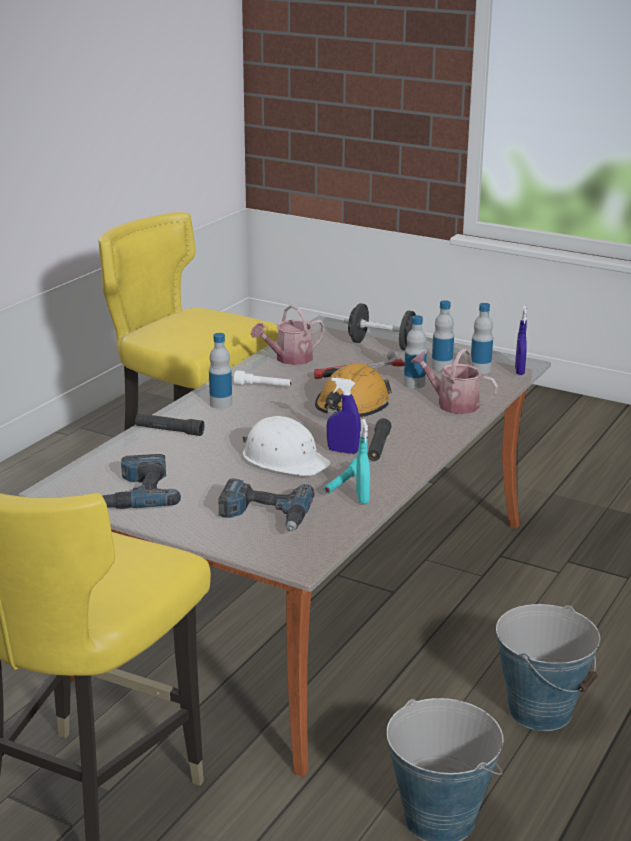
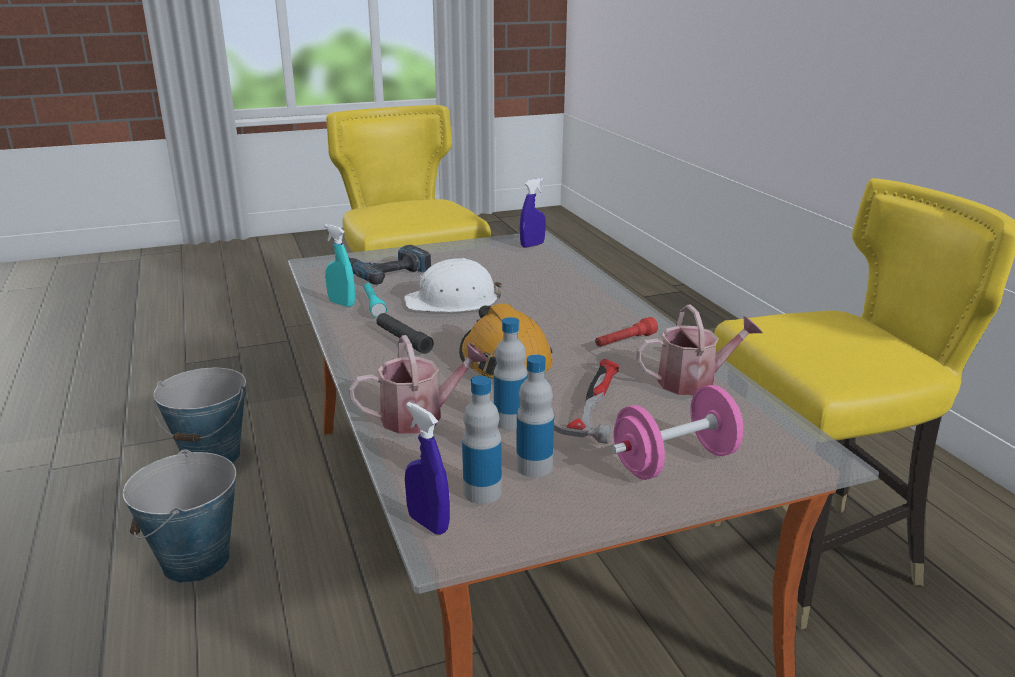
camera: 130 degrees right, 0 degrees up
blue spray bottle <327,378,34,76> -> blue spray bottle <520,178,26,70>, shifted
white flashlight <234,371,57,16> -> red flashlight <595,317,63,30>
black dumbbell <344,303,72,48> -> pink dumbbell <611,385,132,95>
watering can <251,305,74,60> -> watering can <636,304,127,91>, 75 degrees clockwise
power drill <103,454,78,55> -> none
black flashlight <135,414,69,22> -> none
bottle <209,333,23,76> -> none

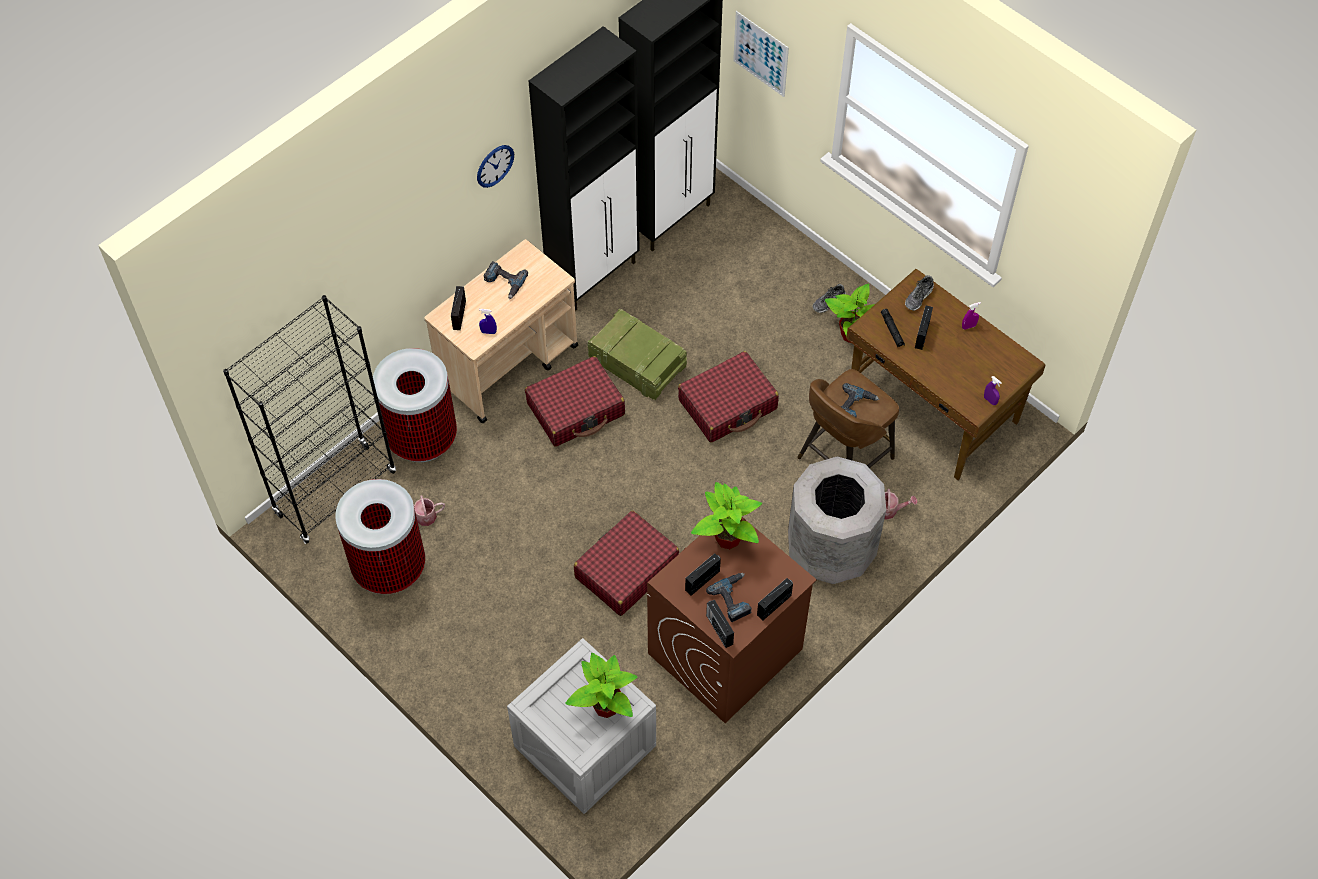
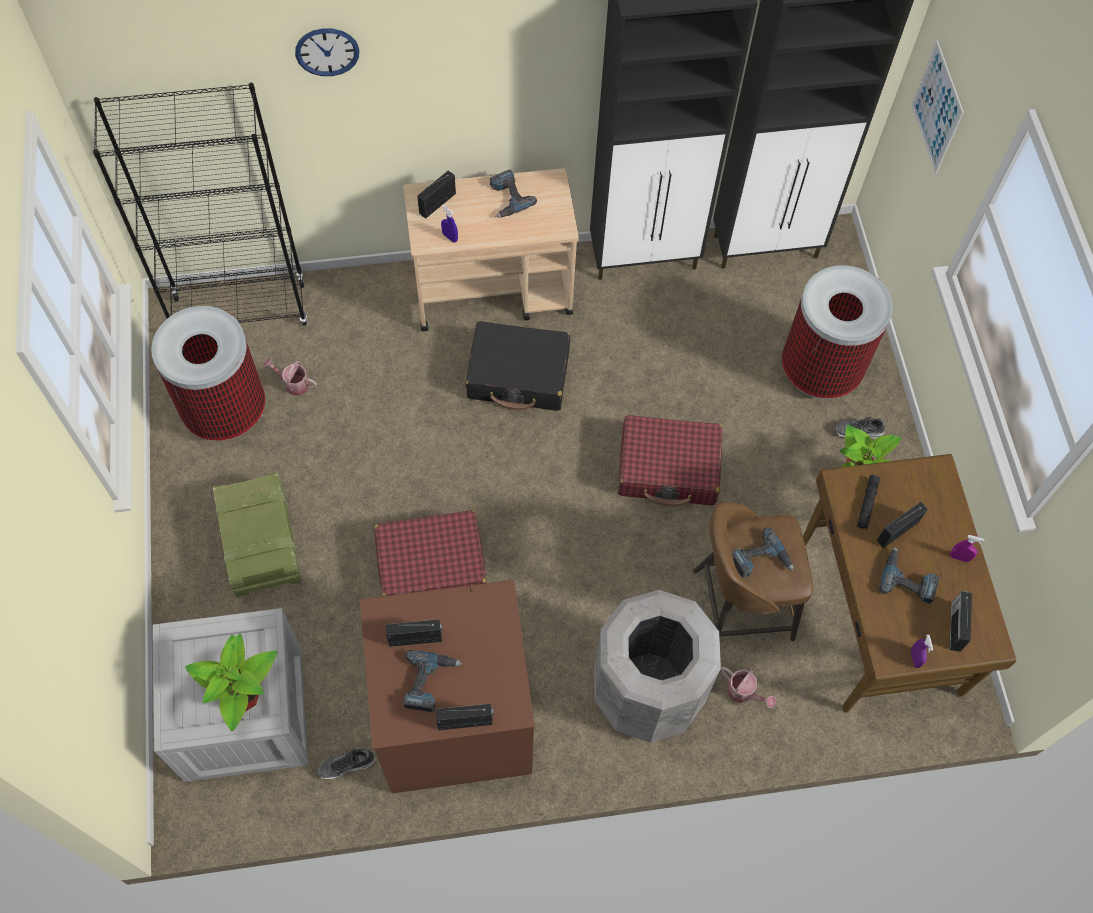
camera: 35 degrees right, 5 degrees up
crate <588,309,99,91> -> crate <213,472,89,126>, shifted
wall clock <477,145,37,43> -> wall clock <295,28,64,48>, shifted
shoe <905,275,29,36> -> shoe <318,749,57,30>, shifted
red suitcase <525,356,100,91> -> black suitcase <466,321,104,90>
trash can <373,348,84,114> -> trash can <782,265,111,134>, shifted
none -> power drill <879,547,61,57>
radio <706,600,28,48> -> radio <950,591,22,61>, shifted
potted plant <691,482,71,67> -> none

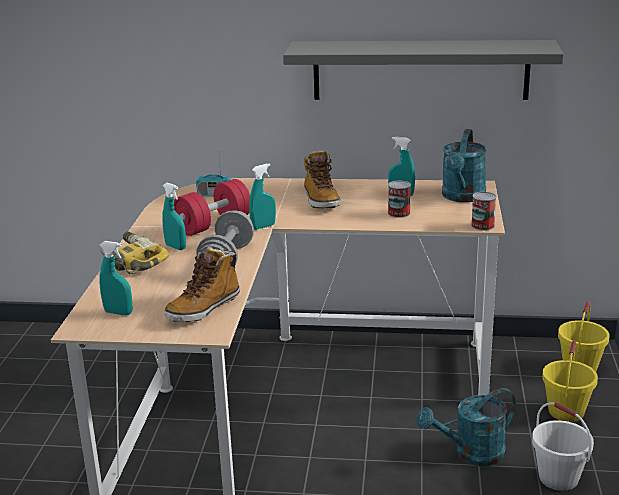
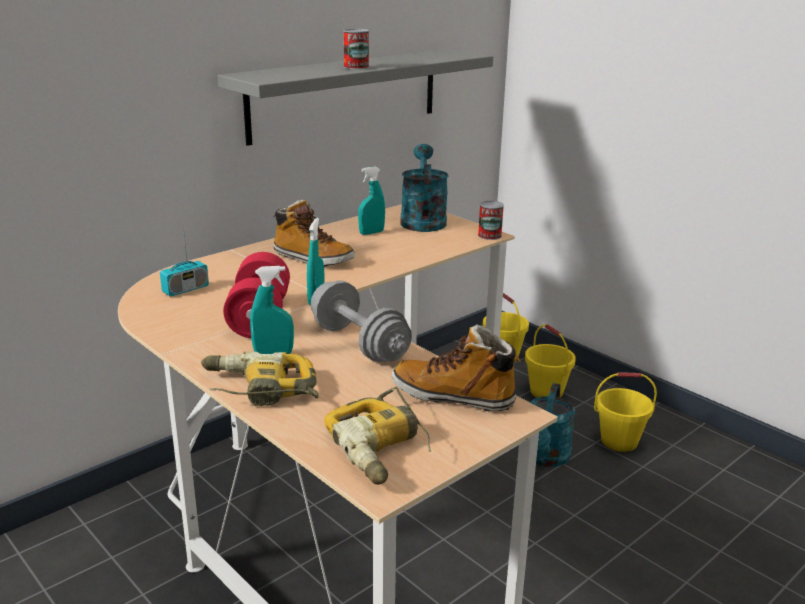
camera: 50 degrees left, 0 degrees up
turquoise spray bottle <99,241,33,75> -> power drill <324,387,107,98>
can <388,180,23,38> -> can <343,29,26,40>, shifted
boot <164,246,76,76> -> boot <392,324,129,87>, 120 degrees clockwise
turquoise watering can <442,129,45,73> -> turquoise watering can <400,144,48,88>, 150 degrees counterclockwise
white bucket <532,402,62,89> -> yellow bucket <594,372,63,80>

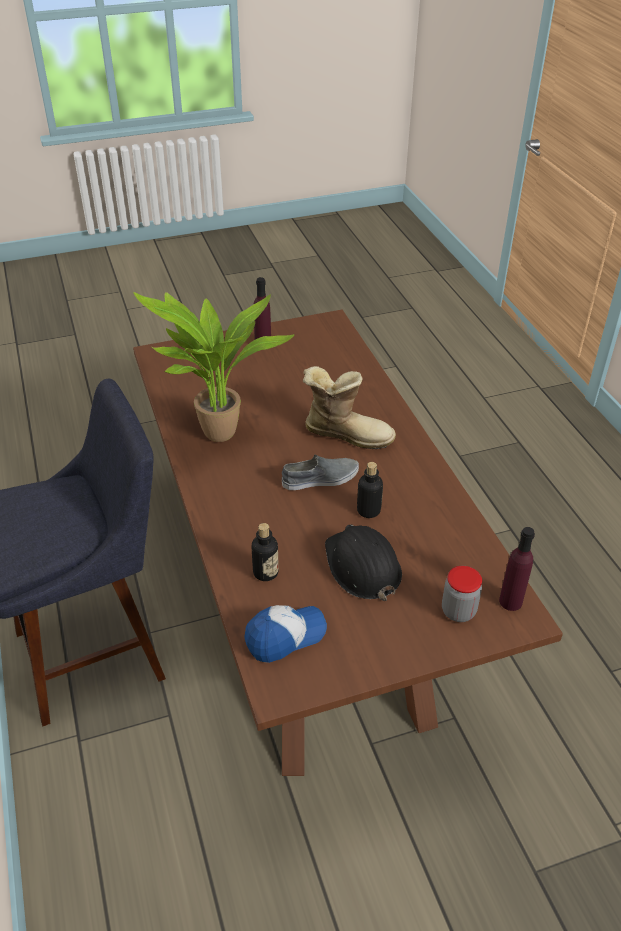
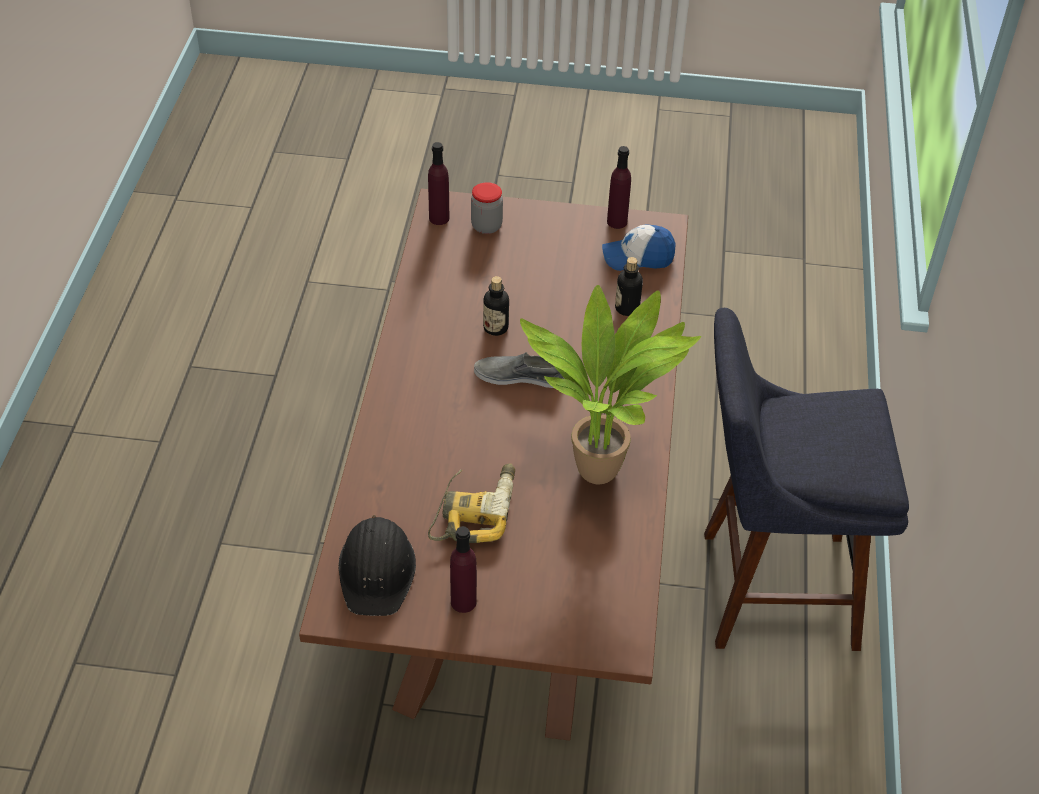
camera: 155 degrees left, 5 degrees up
black hard hat <325,525,77,76> -> black hard hat <339,515,77,101>, shifted
none -> power drill <428,463,87,80>
none -> purple bottle <607,146,24,83>
boot <303,366,93,83> -> none

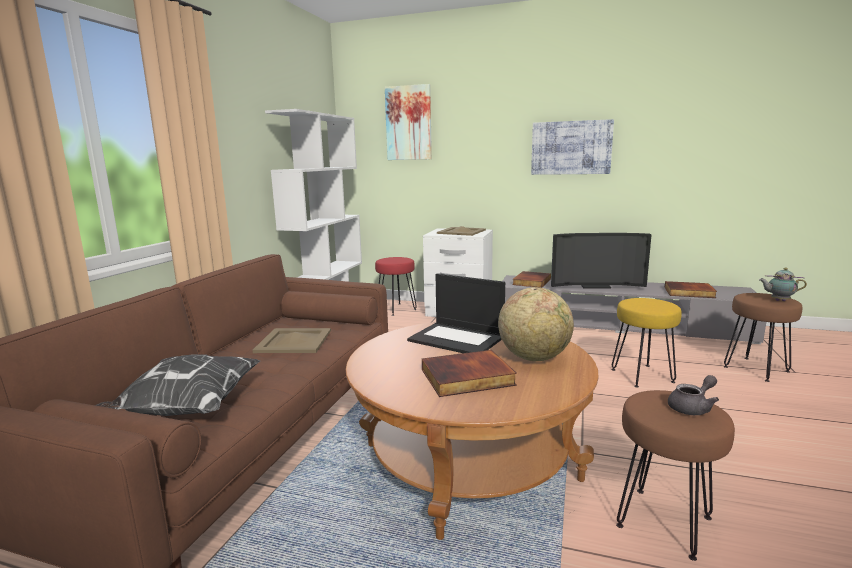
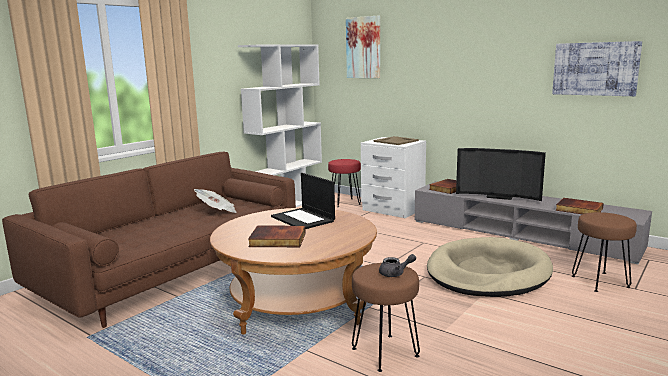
camera: 20 degrees right, 0 degrees up
beige tray <253,328,78,25> -> newspaper <194,189,43,24>
yellow stool <611,298,71,90> -> beige dog bed <427,237,126,60>
picture <531,119,83,56> -> picture <552,41,90,55>, shifted
pillow <95,355,166,61> -> none
globe <498,287,76,74> -> none
teapot <759,268,48,33> -> none

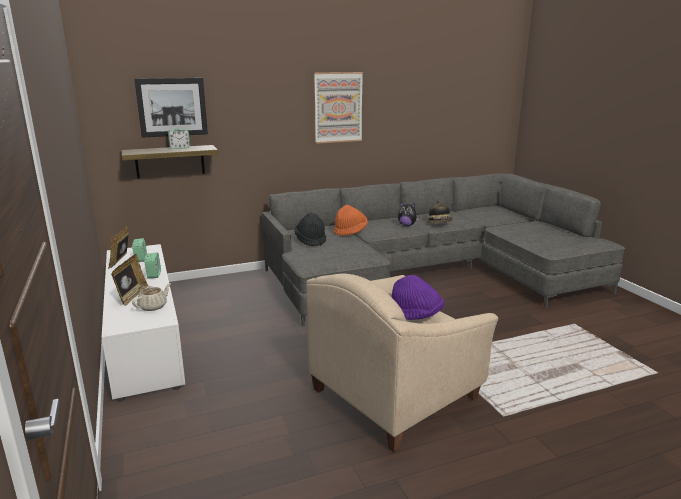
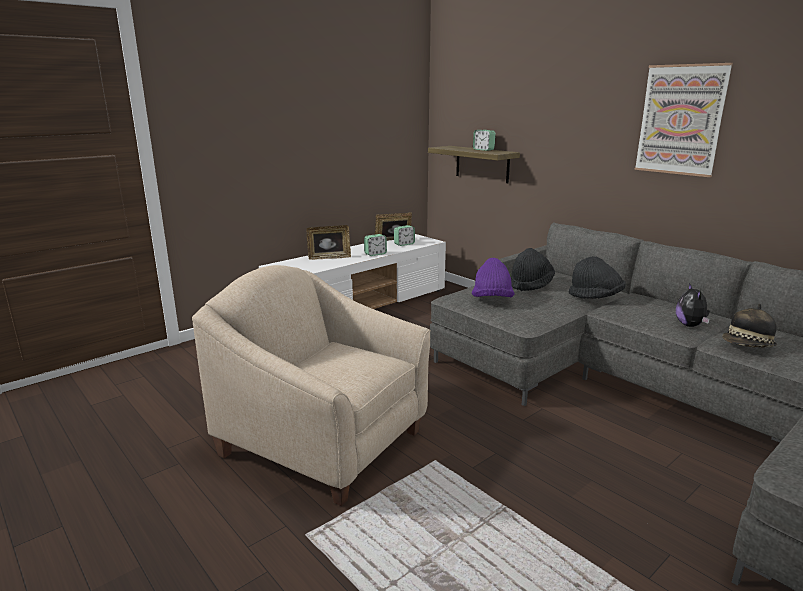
camera: 70 degrees right, 0 degrees up
purple hat <392,275,52,45> -> purple hat <472,258,43,40>, shifted
orange hat <334,205,34,31> -> black hat <569,256,56,43>
beige teapot <132,283,39,28> -> none
picture <134,78,74,60> -> none

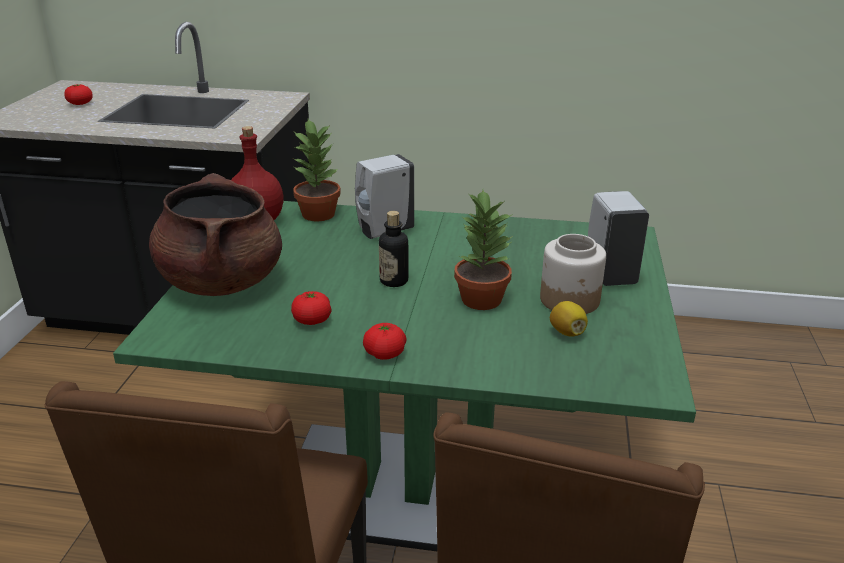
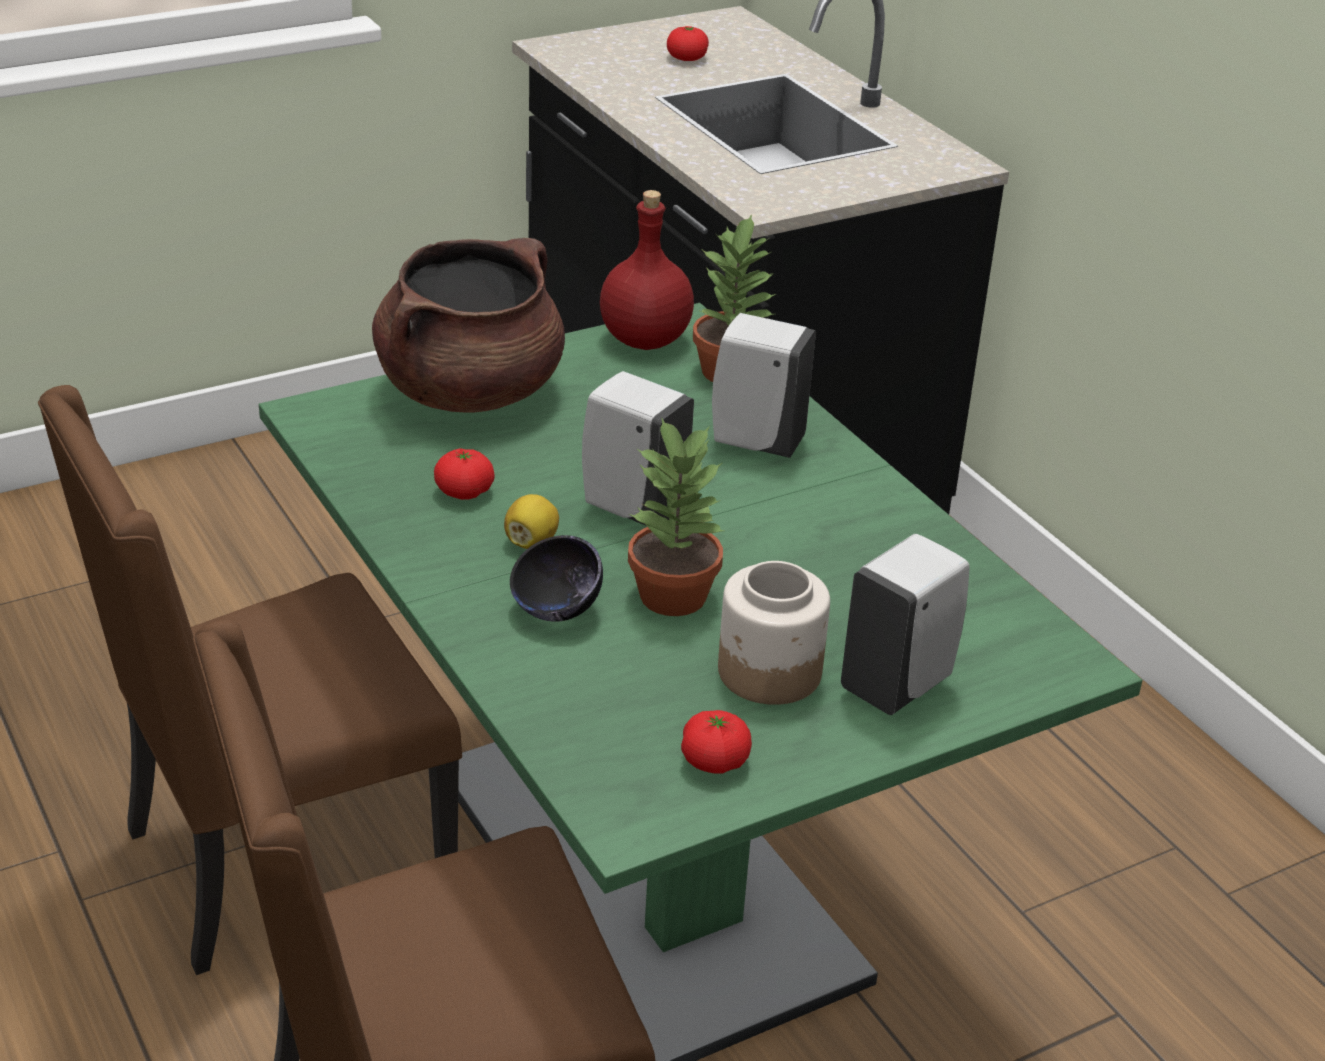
camera: 50 degrees right, 5 degrees up
lemon <550,301,38,36> -> lemon <504,494,55,55>, shifted
none -> black bowl <510,535,93,87>
bottle <379,211,30,76> -> white soap dispenser <582,371,112,155>
tomato <363,323,43,37> -> tomato <681,710,71,64>, shifted

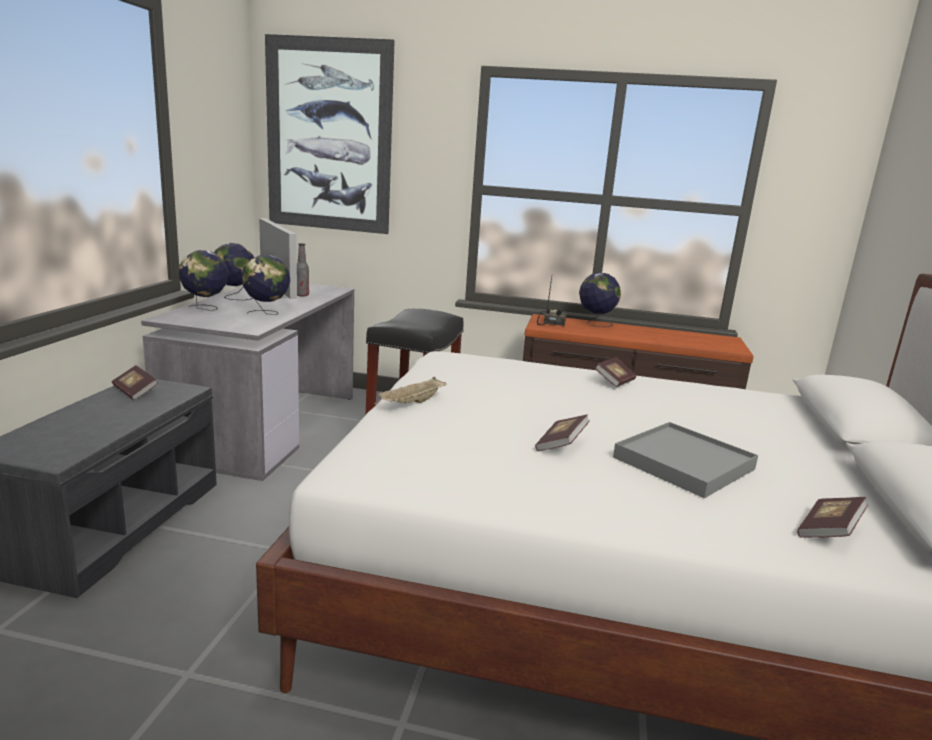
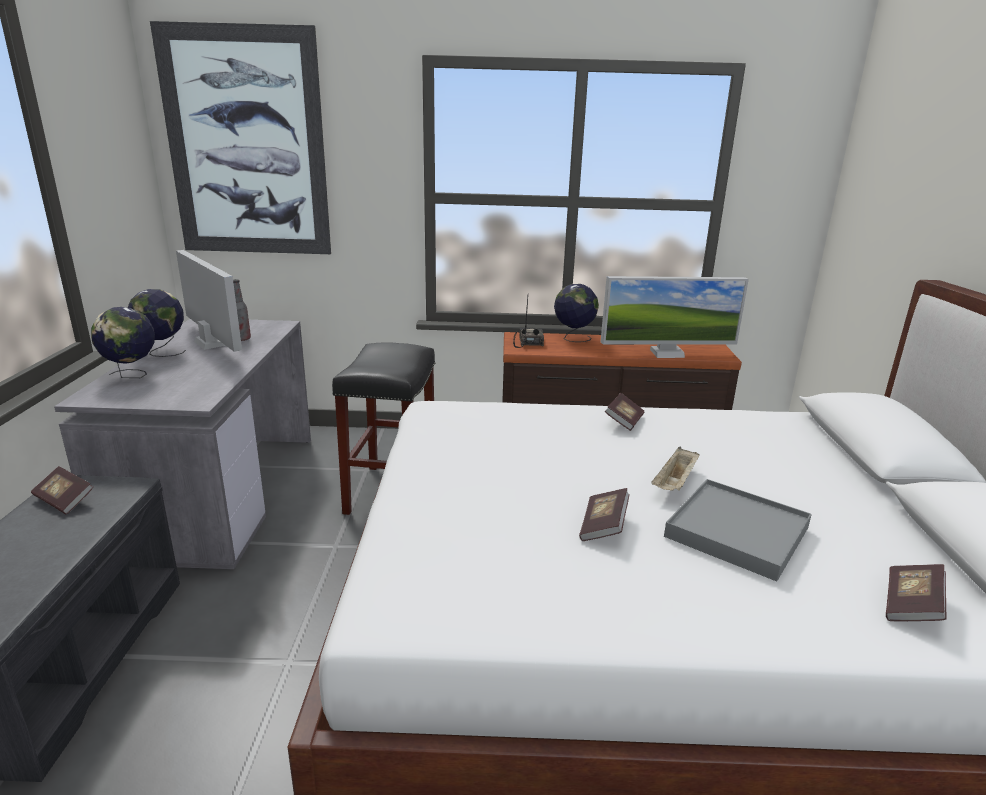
camera: 10 degrees left, 5 degrees up
none -> monitor <601,276,148,82>
beige tray <378,377,68,26> -> beige tray <651,447,49,44>, shifted
globe <242,255,48,60> -> none

